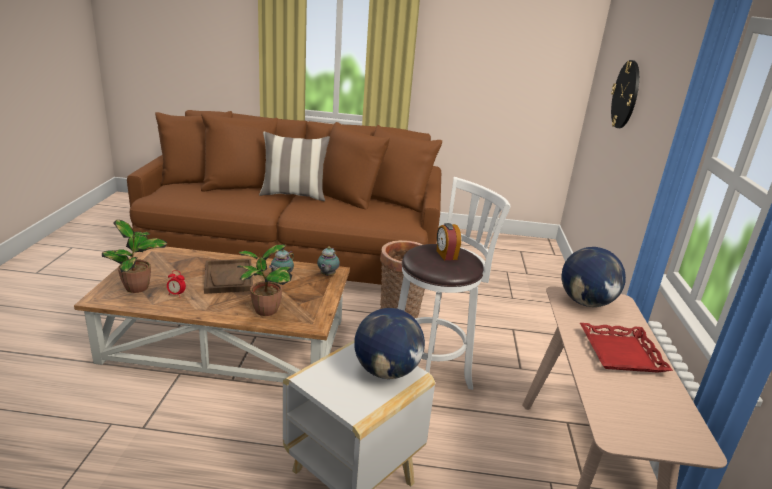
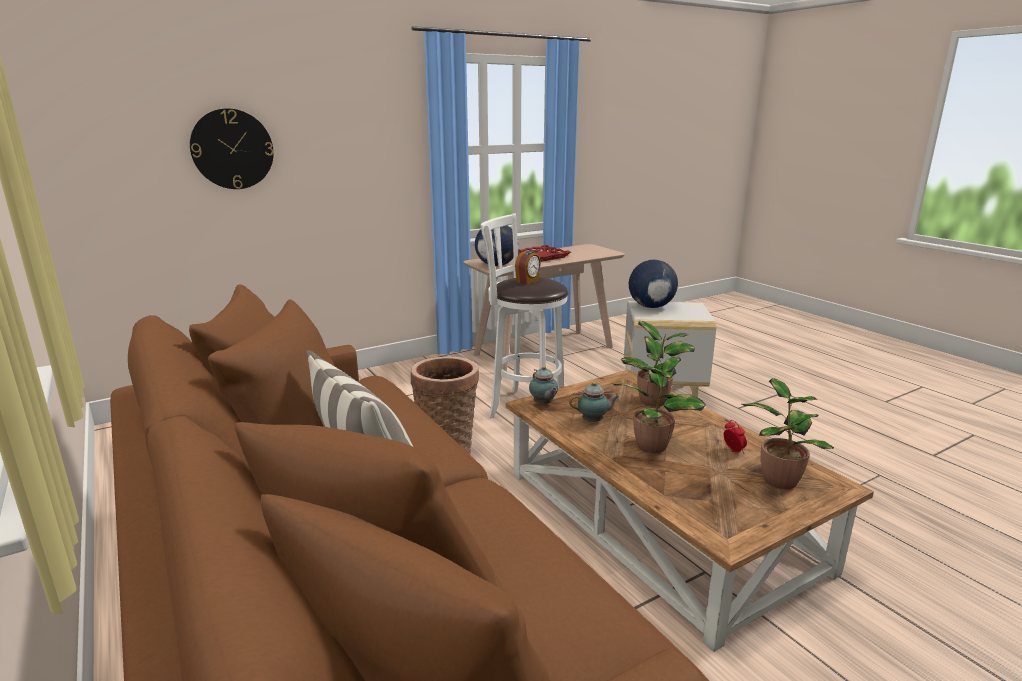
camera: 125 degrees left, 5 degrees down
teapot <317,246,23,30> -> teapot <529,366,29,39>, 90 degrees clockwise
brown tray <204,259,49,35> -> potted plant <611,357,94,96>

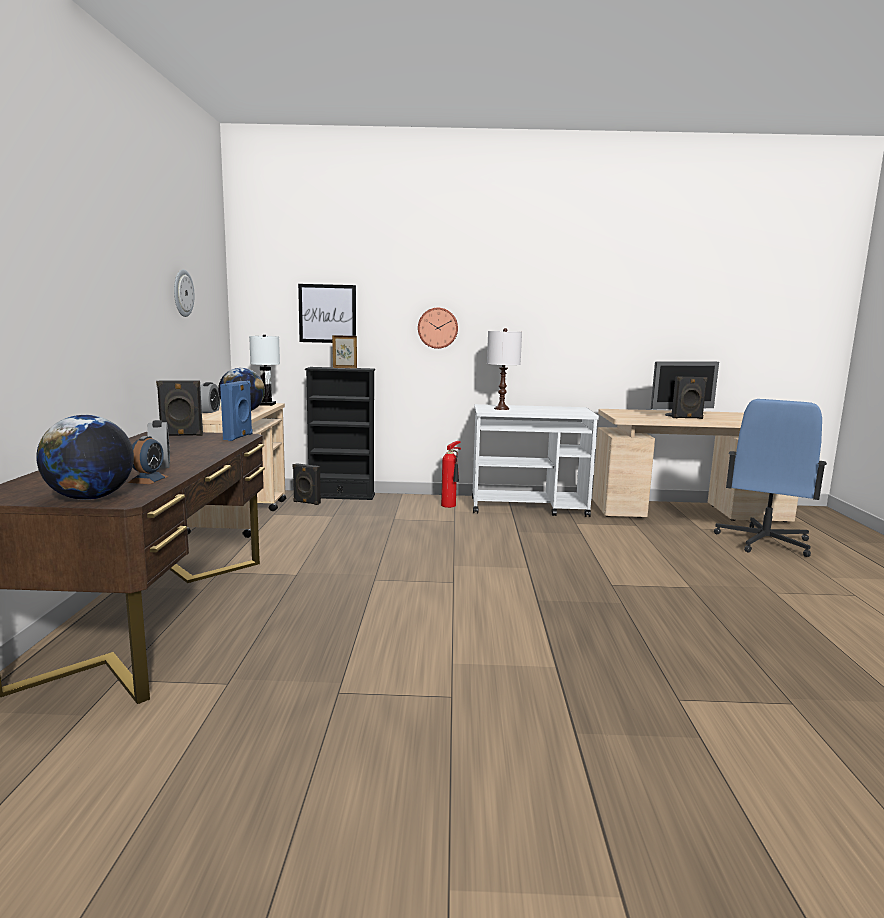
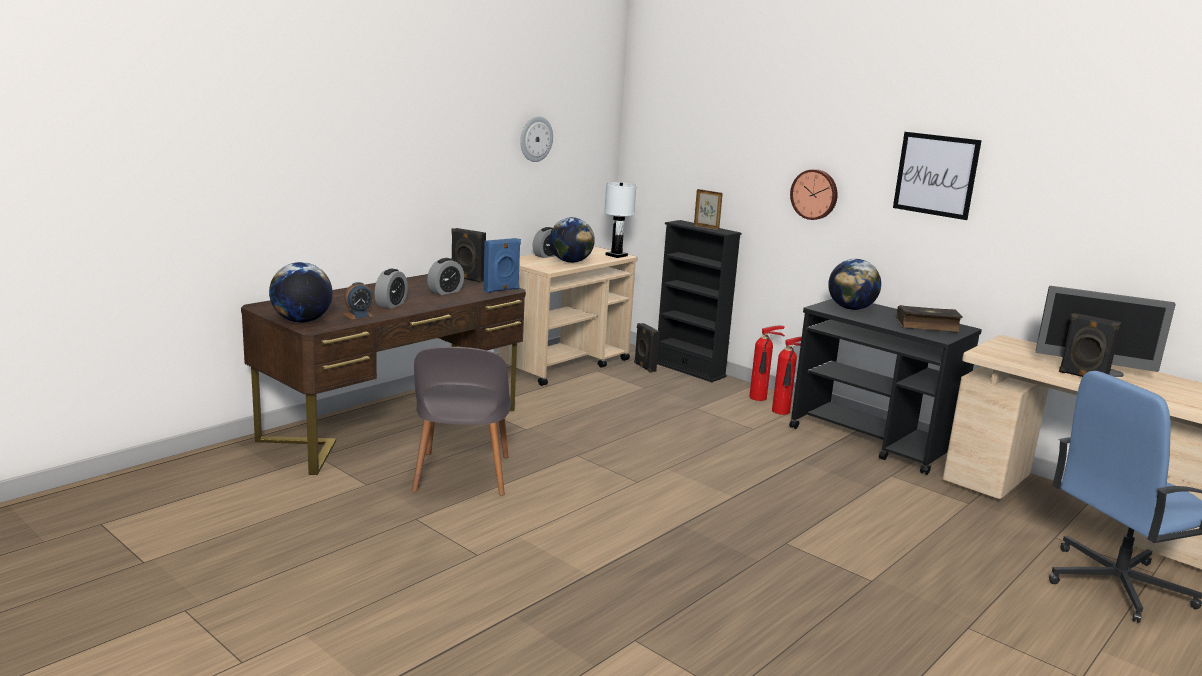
camera: 40 degrees right, 5 degrees up
none -> grey chair <412,347,99,149>
none -> alarm clock <427,258,37,37>
none -> fire extinguisher <749,326,36,75>
white cart <472,404,127,113> -> black cart <789,299,193,176>
white table lamp <487,328,35,82> -> globe <828,259,53,51>
picture <298,284,58,59> -> picture <893,132,89,88>, shifted
none -> book <896,305,67,27>

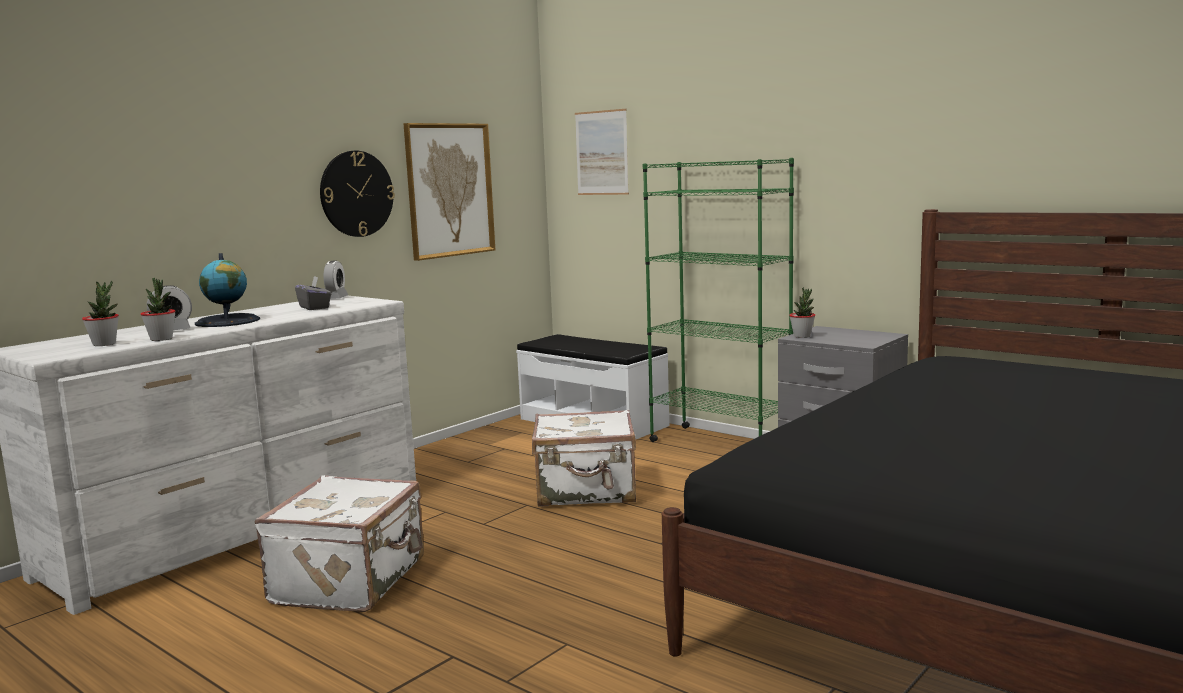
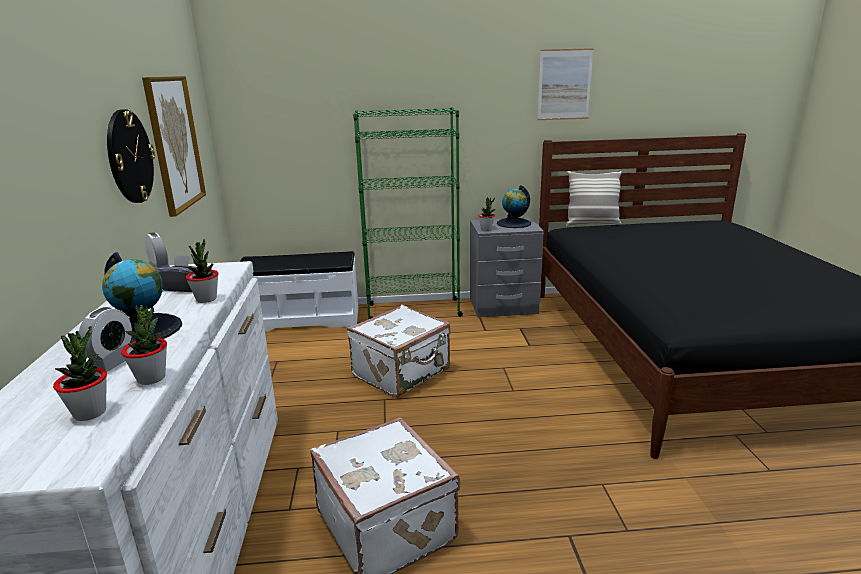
camera: 45 degrees left, 10 degrees up
none -> potted plant <186,239,32,64>
none -> globe <497,185,34,43>
picture <575,109,54,86> -> picture <537,48,57,72>, shifted
none -> pillow <566,171,56,55>

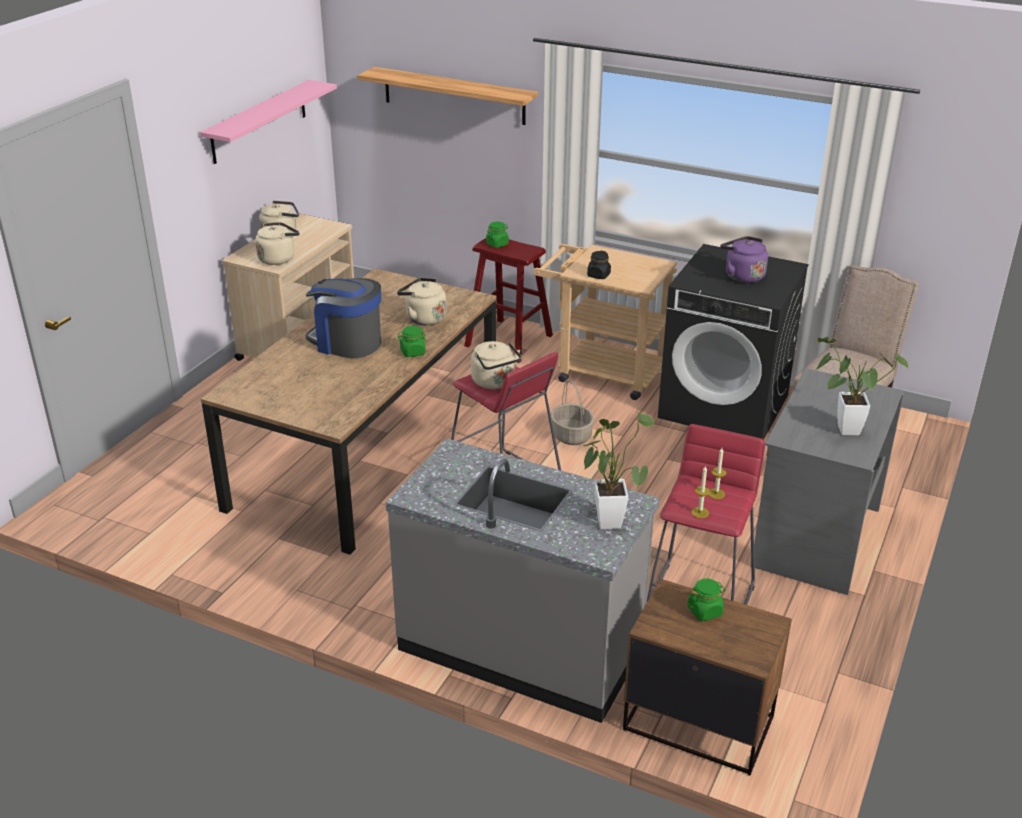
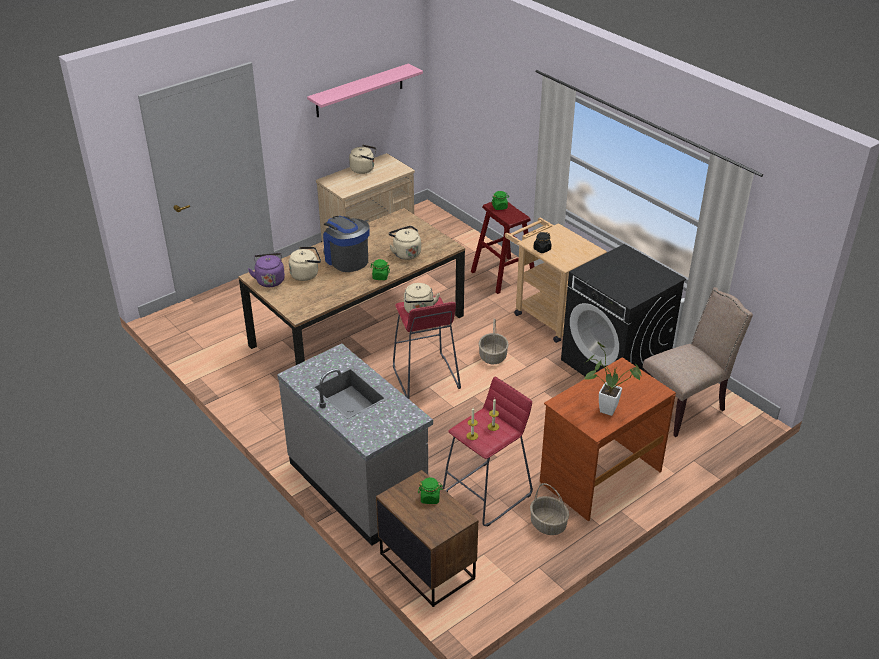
camera: 25 degrees right, 5 degrees up
purple kettle <720,236,48,47> -> purple kettle <248,253,37,34>, shifted
beige kettle <255,222,45,43> -> beige kettle <289,247,32,34>, shifted
none -> basket <530,483,39,52>
grey desk <754,368,150,227> -> brown desk <540,357,136,164>
shelf <357,67,181,58> -> none
potted plant <583,413,71,116> -> none

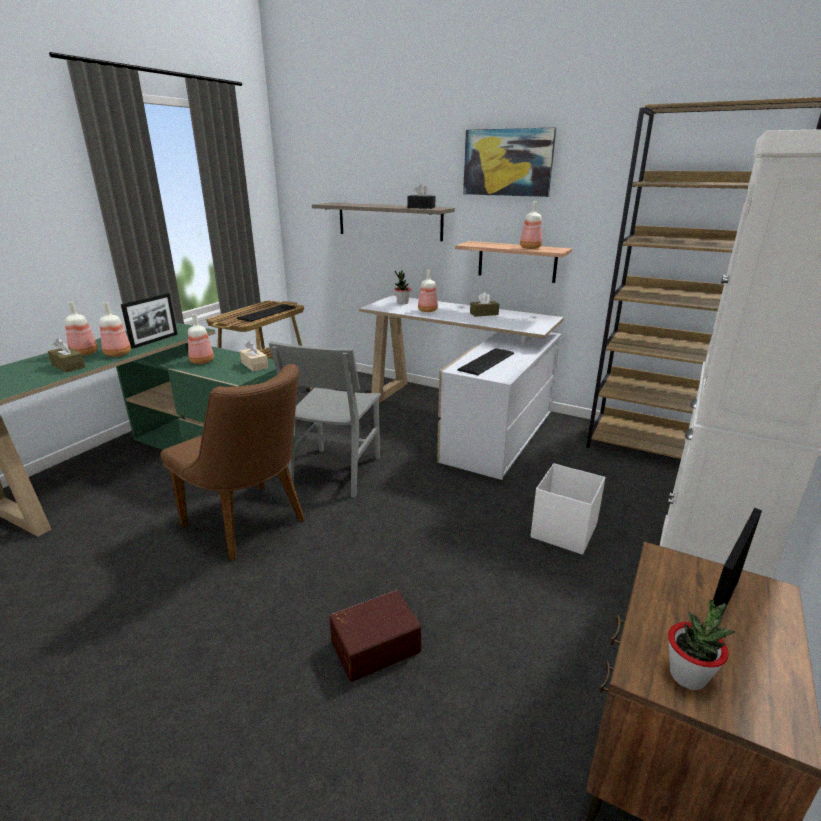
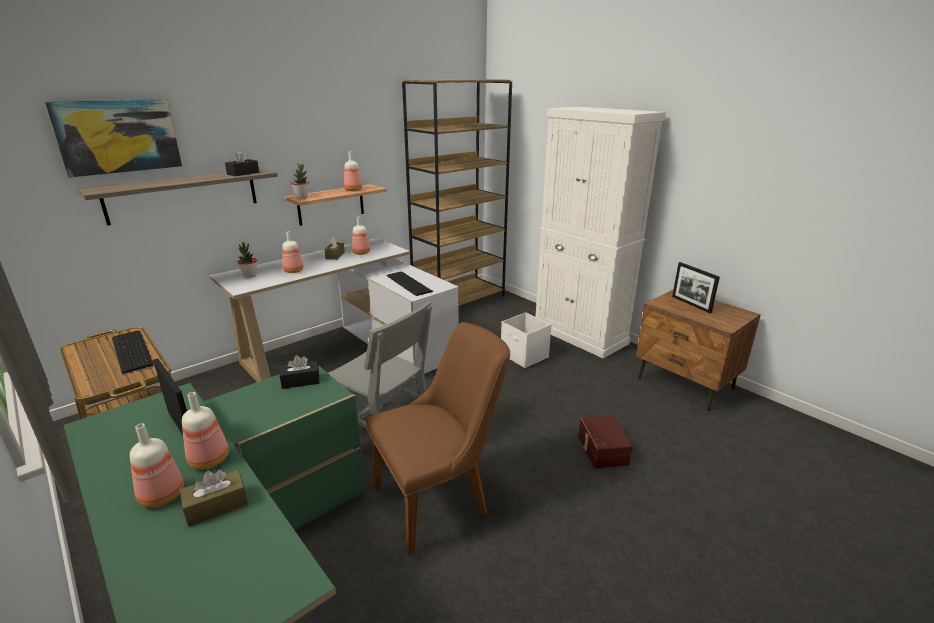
camera: 70 degrees left, 0 degrees up
picture <463,127,93,70> -> picture <44,99,138,79>, shifted
beige tissue box <240,341,28,30> -> black tissue box <280,355,40,34>
potted plant <668,600,67,90> -> potted plant <291,164,18,35>, shifted
bottle <188,314,26,50> -> bottle <352,216,18,39>, shifted

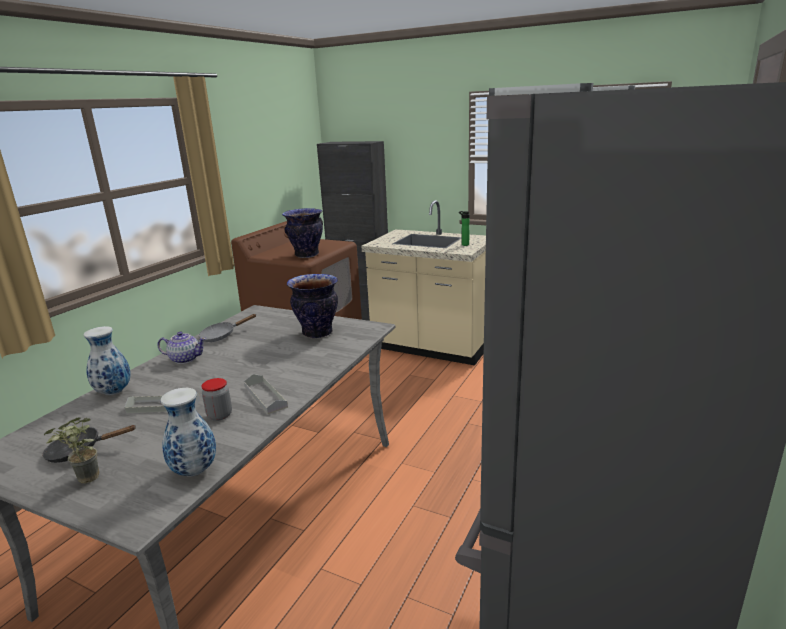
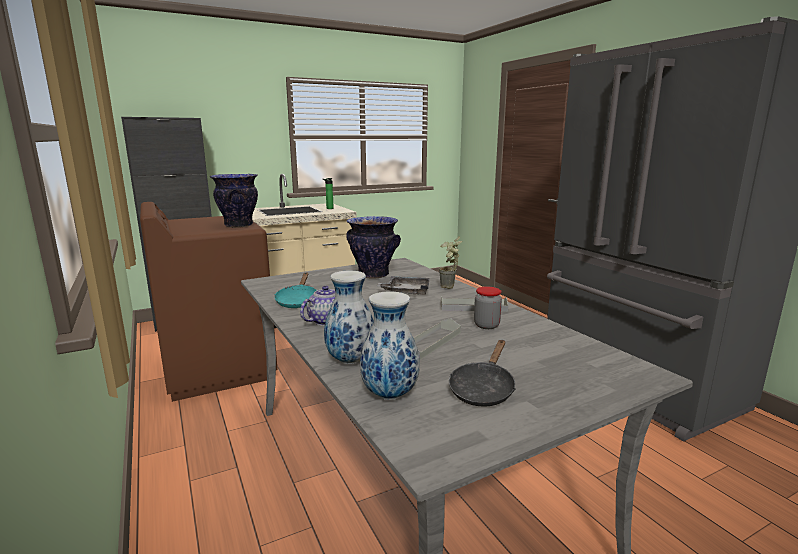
camera: 55 degrees left, 5 degrees down
grey frying pan <199,314,58,28> -> turquoise frying pan <274,272,43,36>
vase <161,388,55,89> -> vase <360,291,60,109>, shifted
none -> grey tray <377,276,52,19>
potted plant <44,418,55,66> -> potted plant <439,236,23,53>, shifted

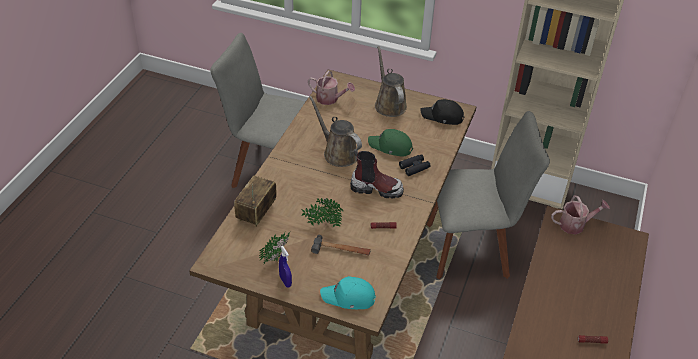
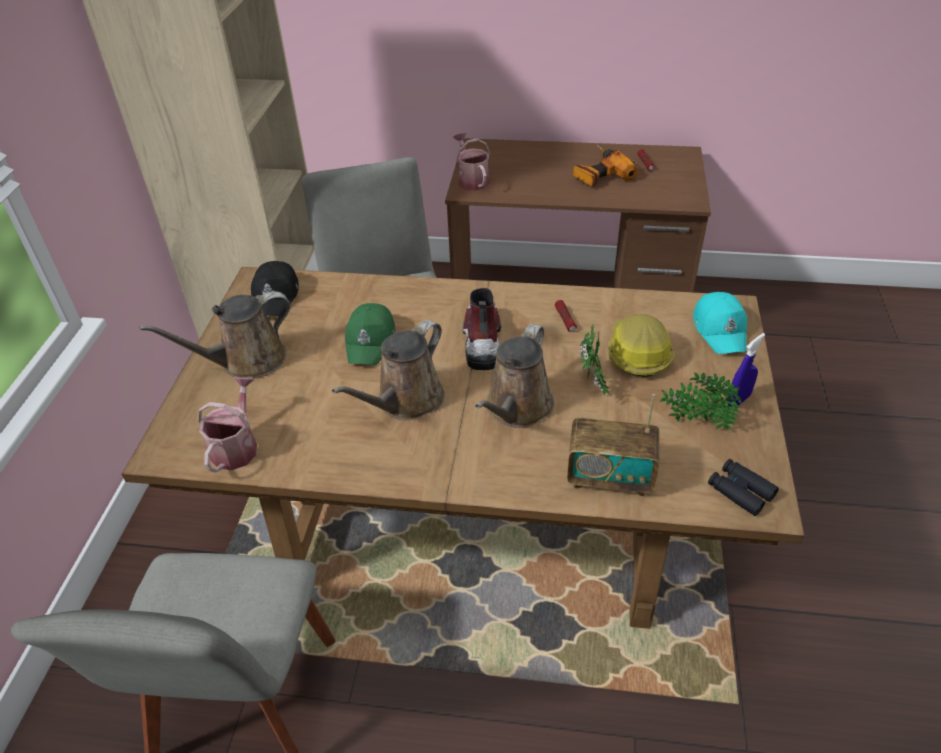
camera: 100 degrees left, 0 degrees up
none -> brown watering can <475,324,79,104>
none -> power drill <573,145,65,41>
hammer <311,235,60,20> -> hard hat <608,314,67,64>
black binoculars <399,154,32,22> -> black binoculars <708,459,71,57>, shifted

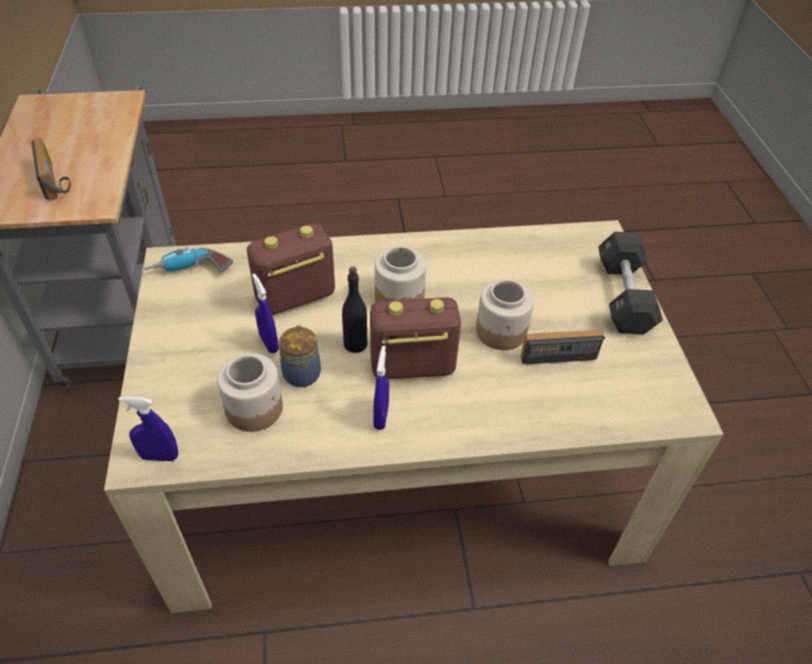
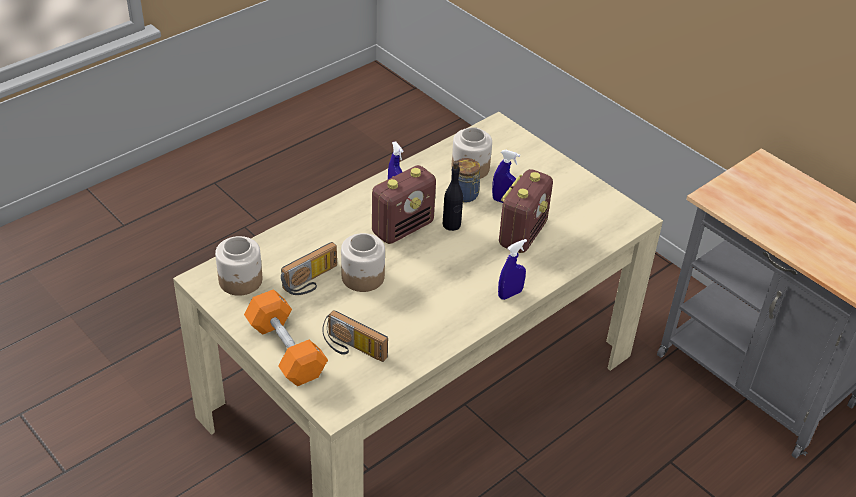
camera: 145 degrees right, 5 degrees down
jar <375,246,51,56> -> jar <215,236,47,60>, shifted
black dumbbell <598,232,65,103> -> orange dumbbell <244,289,84,97>
radio <31,138,40,62> -> radio <322,310,66,52>, shifted
blue spray bottle <119,396,59,65> -> blue spray bottle <498,239,29,61>, shifted
power drill <144,247,89,26> -> none

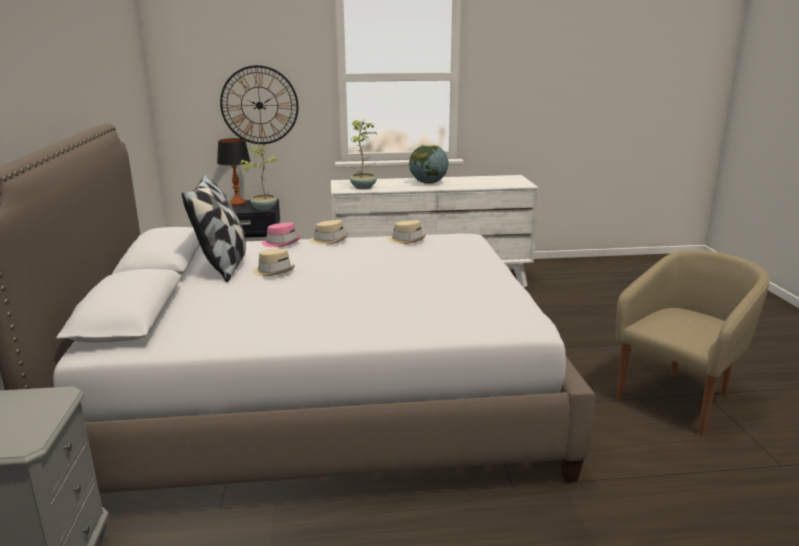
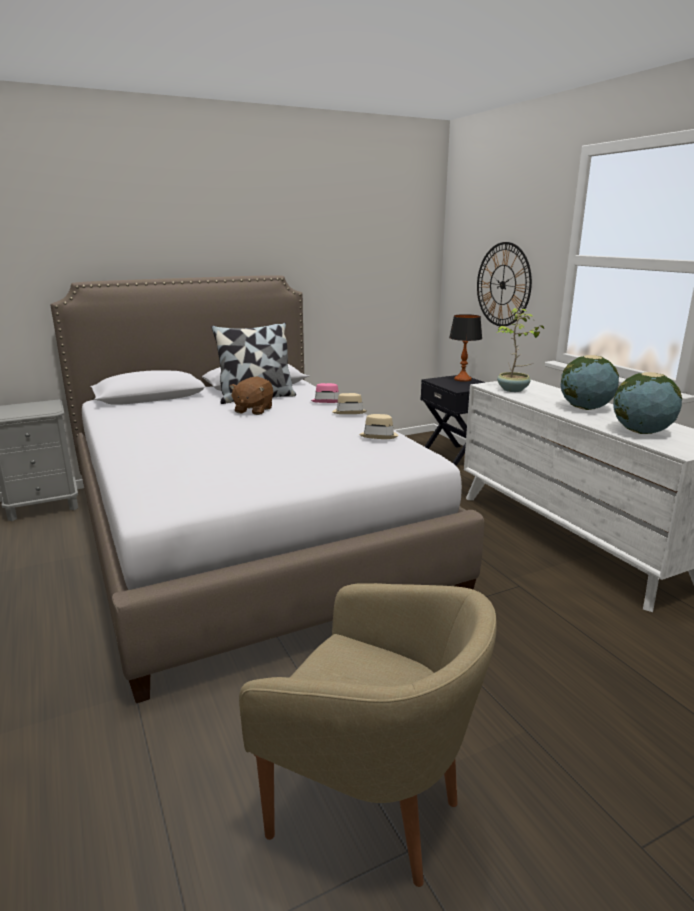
camera: 70 degrees right, 0 degrees up
beige hat <253,249,42,27> -> brown plush toy <229,377,45,38>
none -> globe <613,372,69,62>
potted plant <240,144,37,67> -> none

